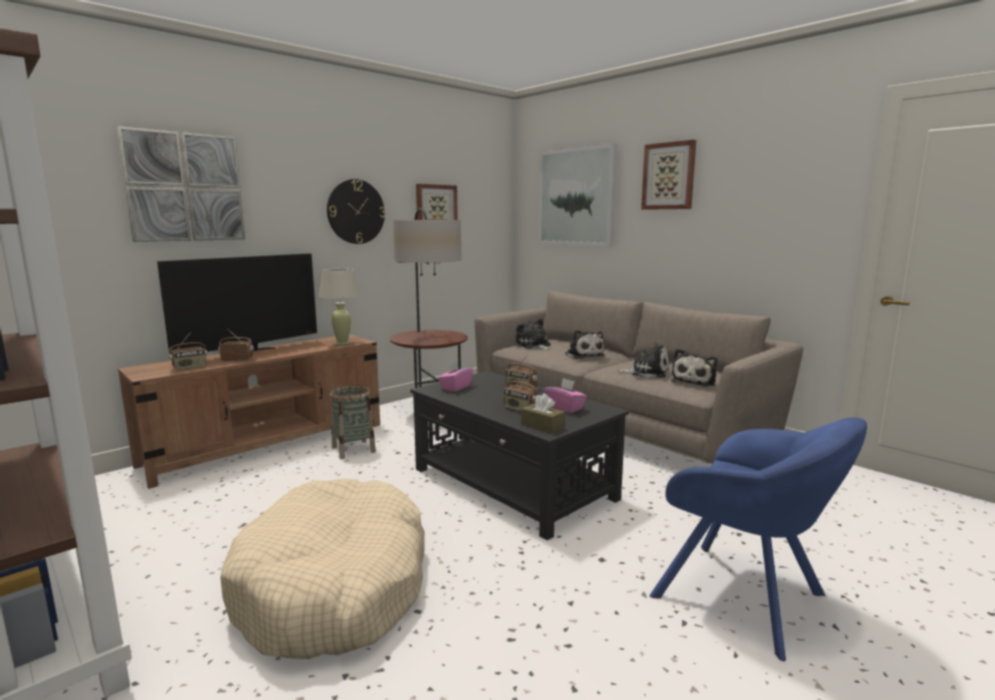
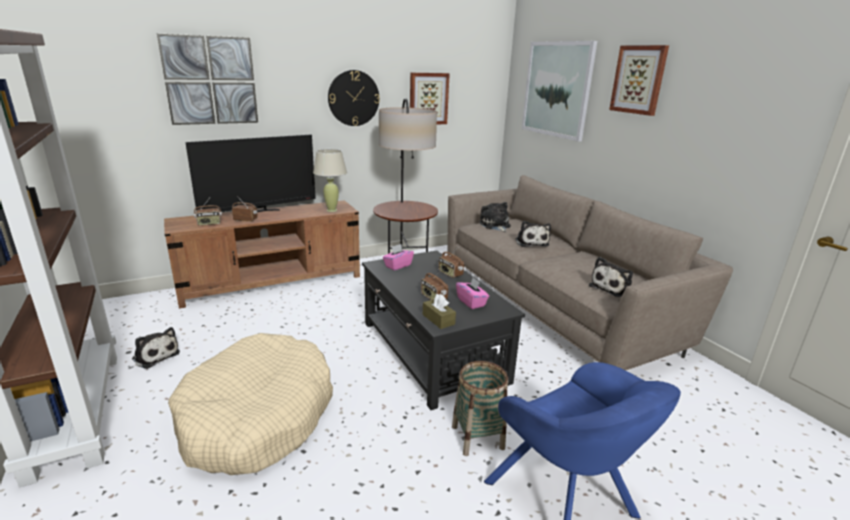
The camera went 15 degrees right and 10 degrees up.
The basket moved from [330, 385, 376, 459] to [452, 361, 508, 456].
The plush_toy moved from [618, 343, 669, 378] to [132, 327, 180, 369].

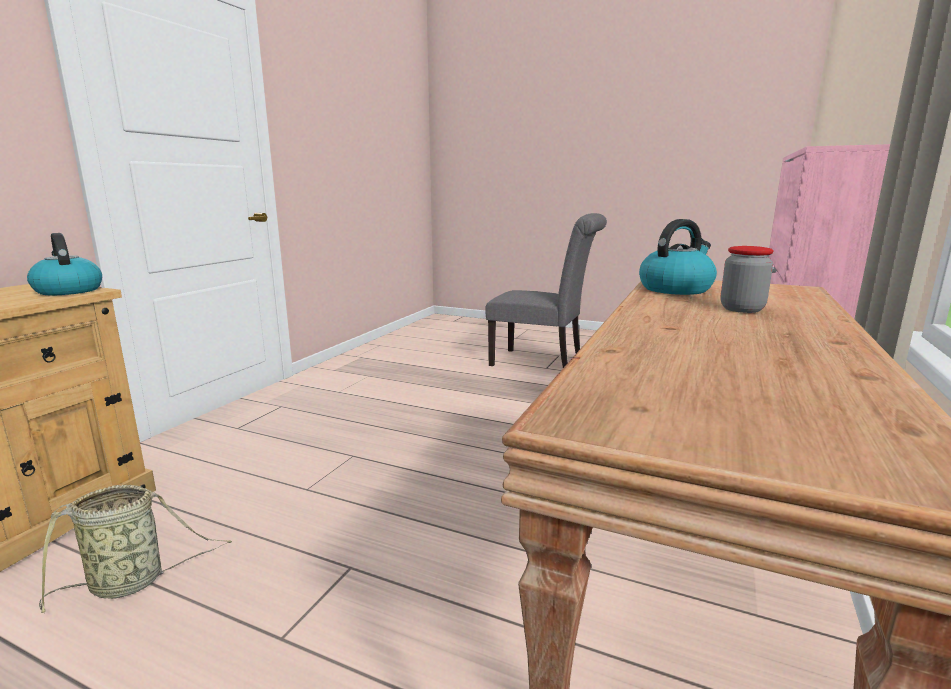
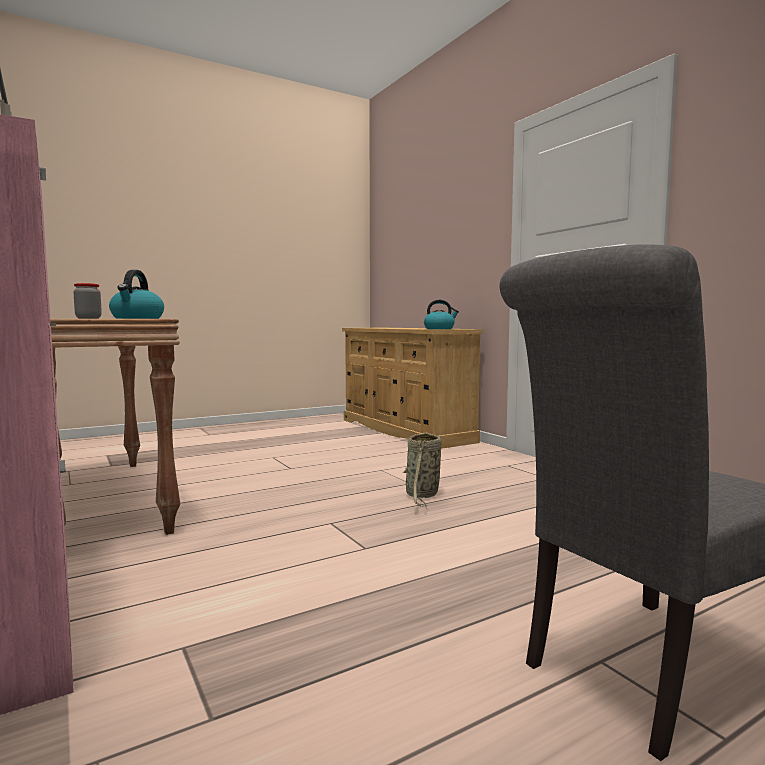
The camera went 125 degrees right and 10 degrees down.
The basket moved from [39, 485, 232, 613] to [402, 432, 442, 508].

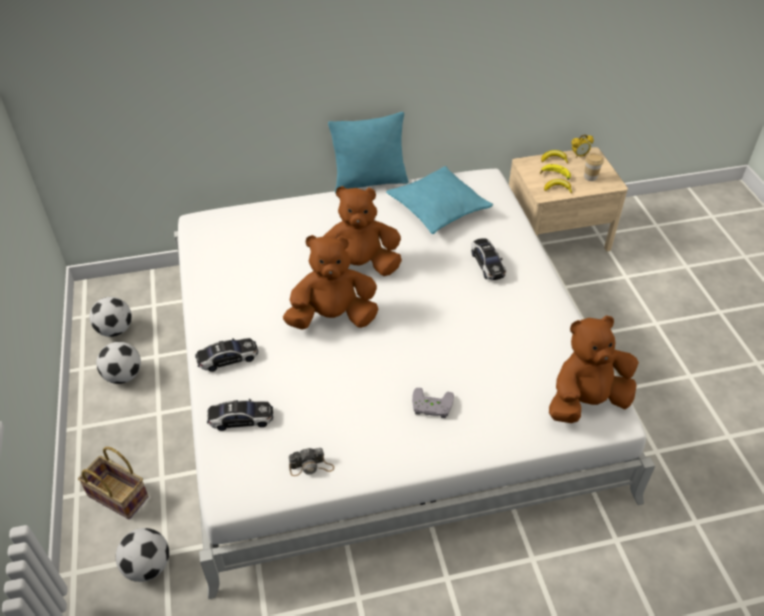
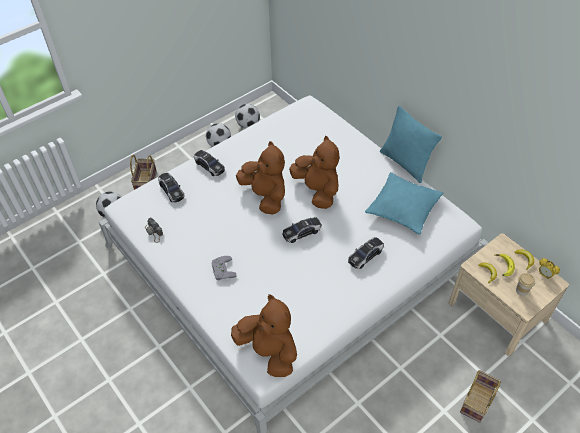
The camera went 65 degrees right and 5 degrees up.
The toy_car at [282, 217, 322, 243] appeared.
The basket at [460, 370, 501, 423] appeared.

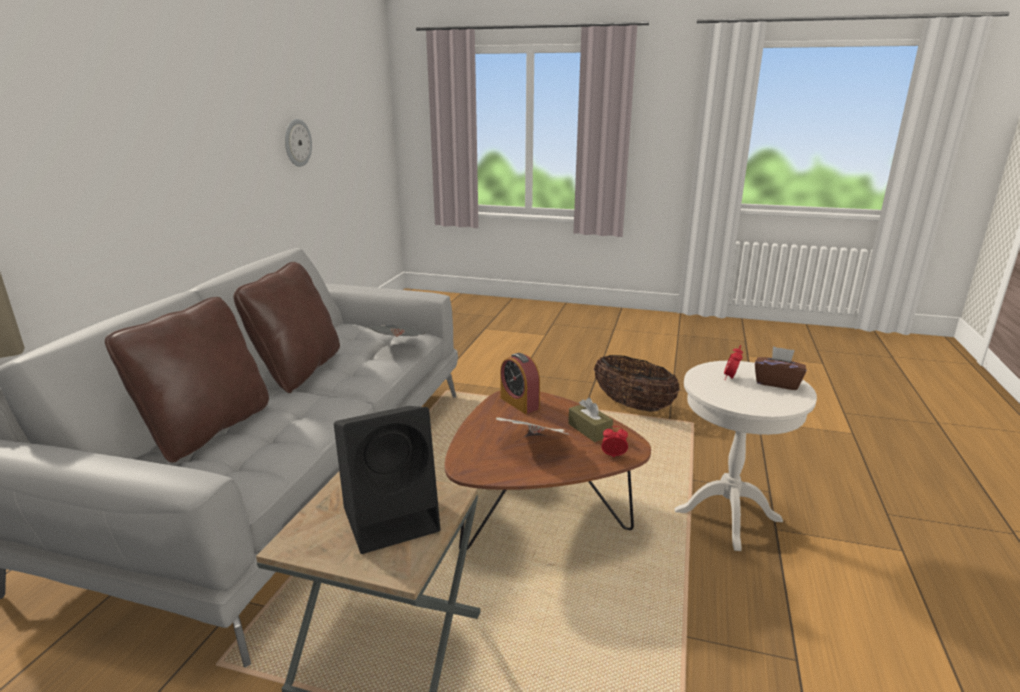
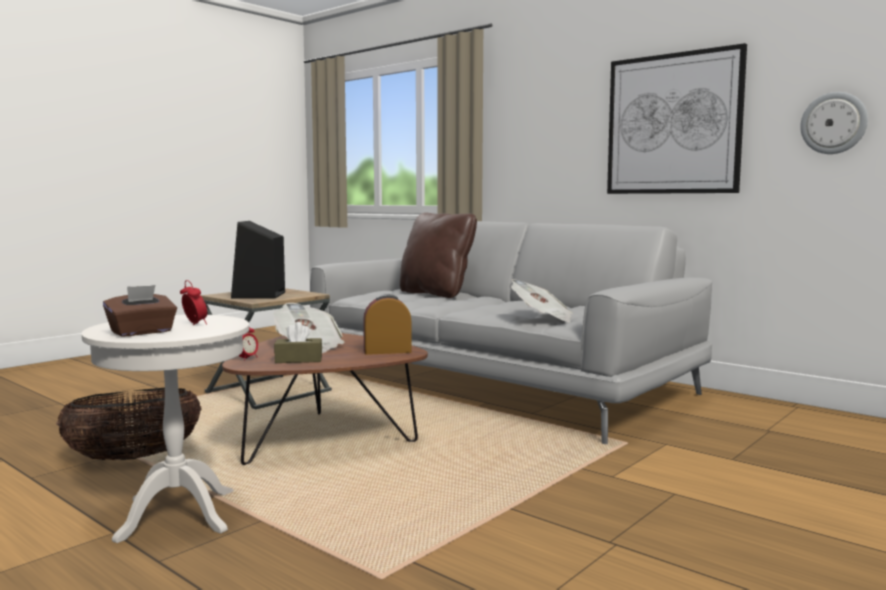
The camera went 115 degrees right and 15 degrees down.
The brown_pillow at [234, 262, 340, 393] disappeared.
The picture at [607, 43, 747, 194] appeared.
The basket moved from [594, 355, 680, 412] to [56, 388, 202, 460].

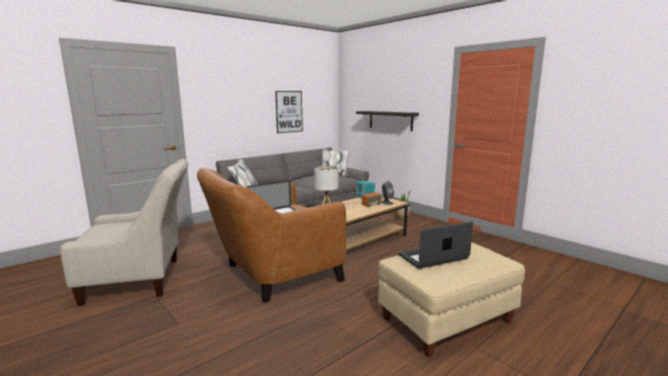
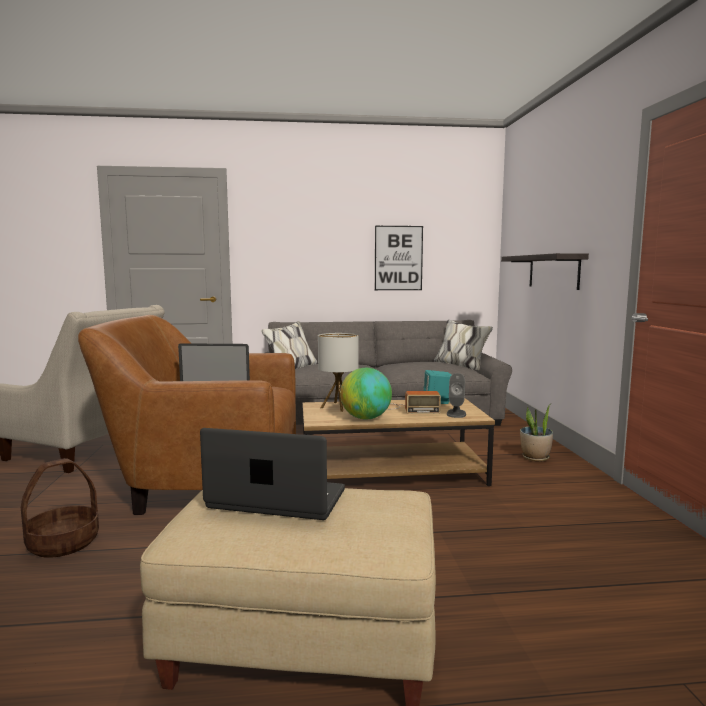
The camera went 35 degrees right and 5 degrees down.
The basket at [21, 458, 99, 558] appeared.
The globe at [340, 368, 392, 420] appeared.

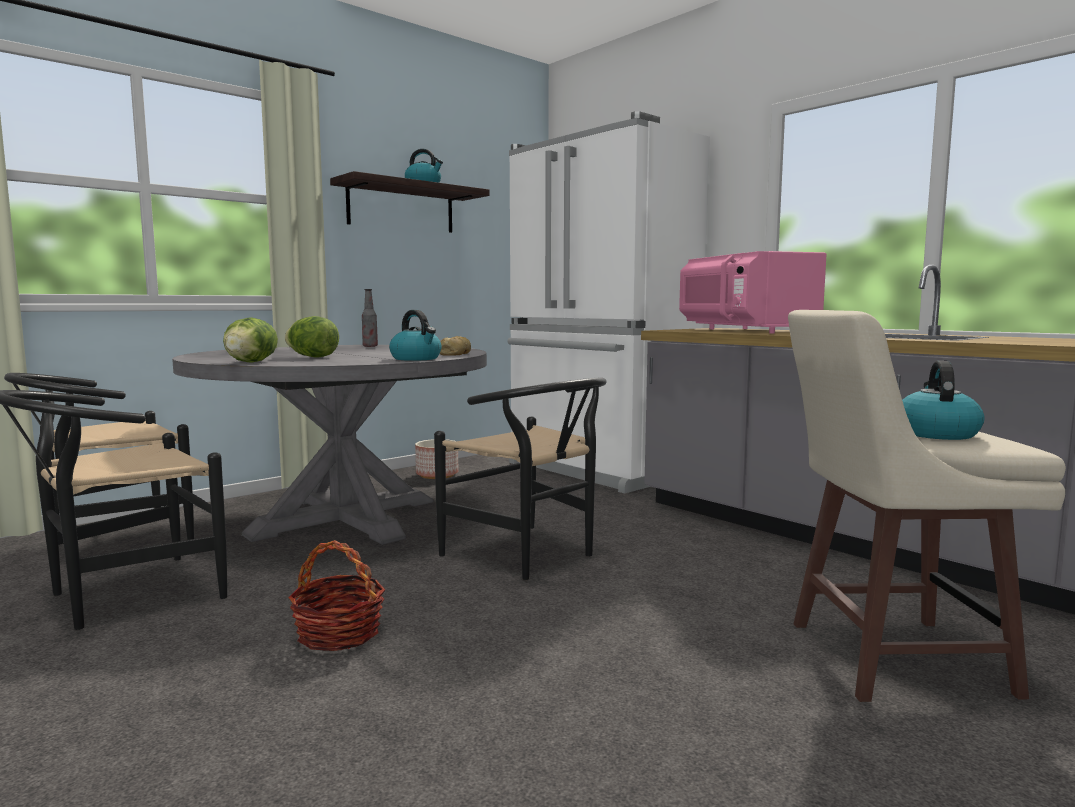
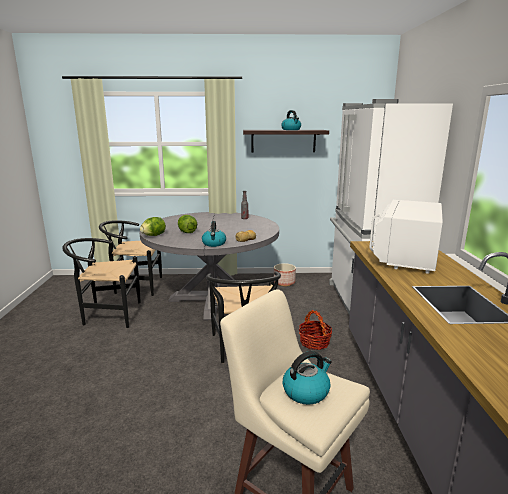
The camera went 40 degrees right and 10 degrees up.
The basket moved from [288, 540, 385, 651] to [299, 310, 332, 350].
The pink_microwave at [679, 251, 827, 334] became the white_microwave at [369, 200, 443, 274].

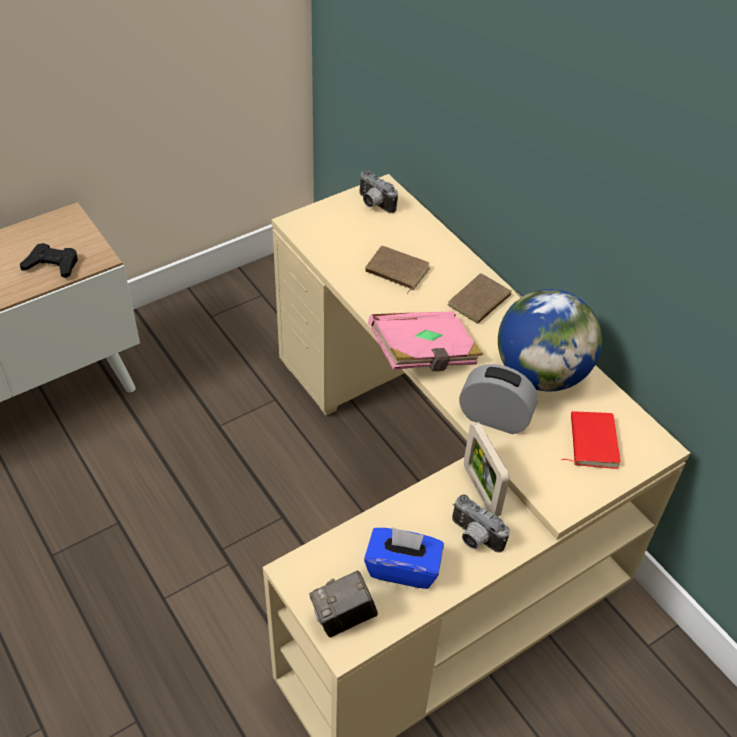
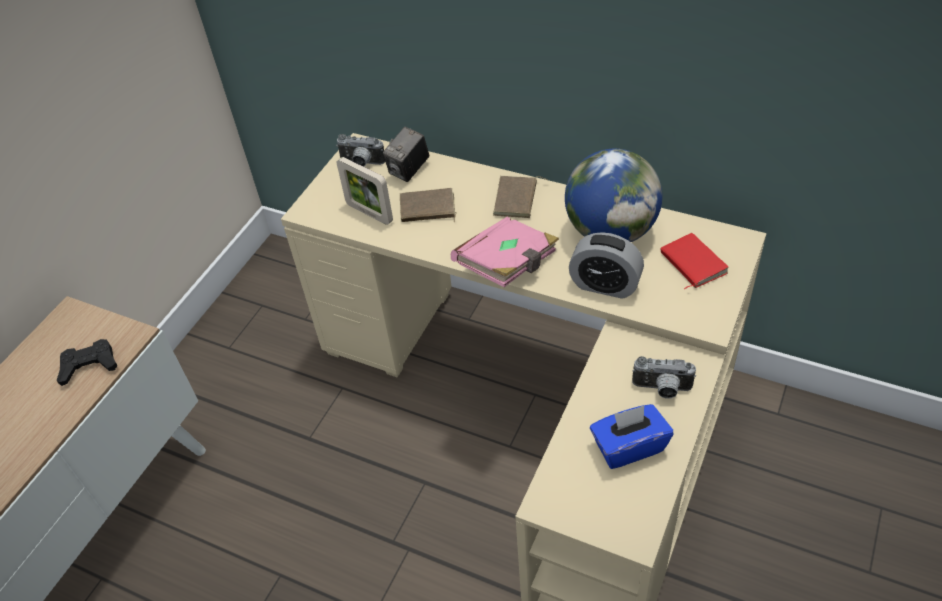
The camera went 25 degrees left and 0 degrees up.
The photo_camera moved from [309, 571, 378, 637] to [383, 127, 429, 182].
The picture_frame moved from [464, 422, 509, 516] to [337, 157, 393, 225].
The alarm_clock at [459, 364, 538, 434] turned 150 degrees counterclockwise.

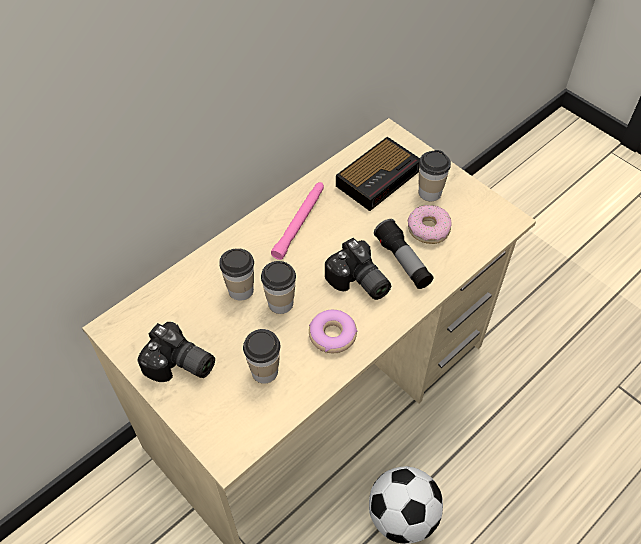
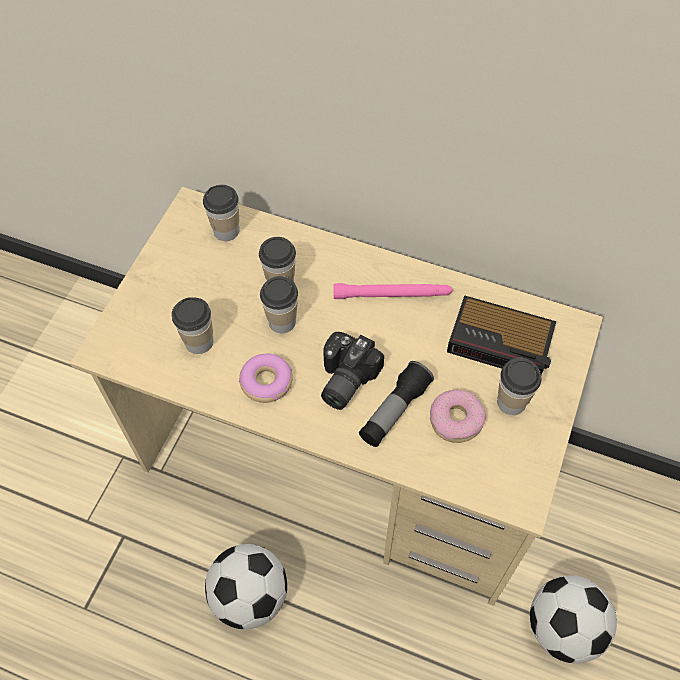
The camera went 65 degrees right and 5 degrees up.
The photo_camera at [137, 322, 215, 382] disappeared.
The cup at [203, 185, 239, 241] appeared.
The football at [530, 575, 617, 664] appeared.

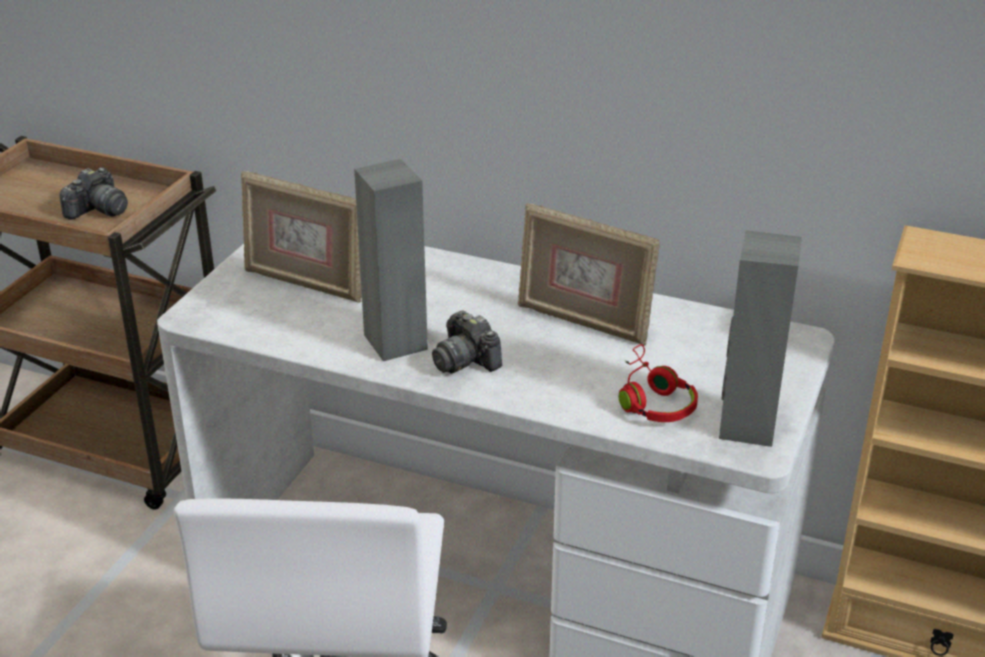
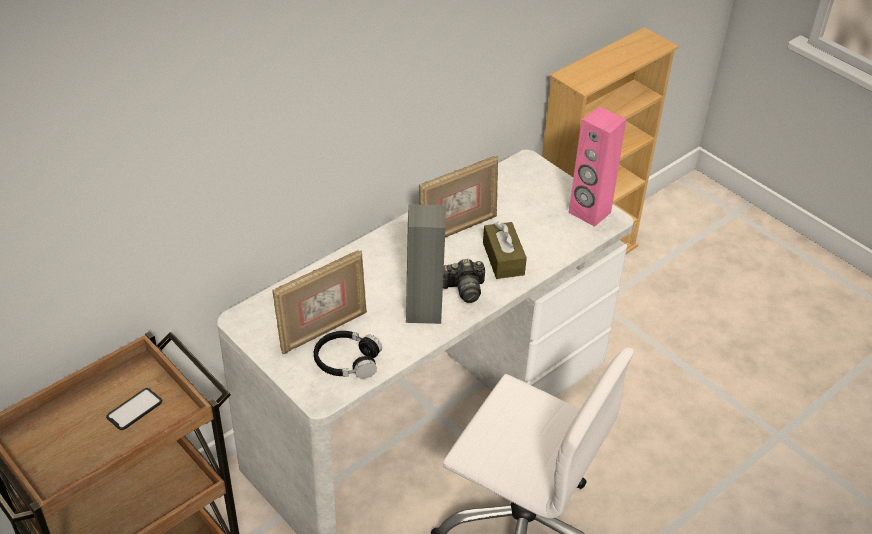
The camera went 65 degrees left and 10 degrees up.
The red_headphones at [619, 344, 698, 422] disappeared.
The black_headphones at [314, 331, 382, 379] appeared.
The brown_tissue_box at [483, 222, 527, 279] appeared.
The photo_camera at [60, 167, 128, 220] was replaced by the phone at [106, 388, 162, 430].
The grey_speaker at [719, 230, 802, 447] became the pink_speaker at [568, 106, 626, 227].

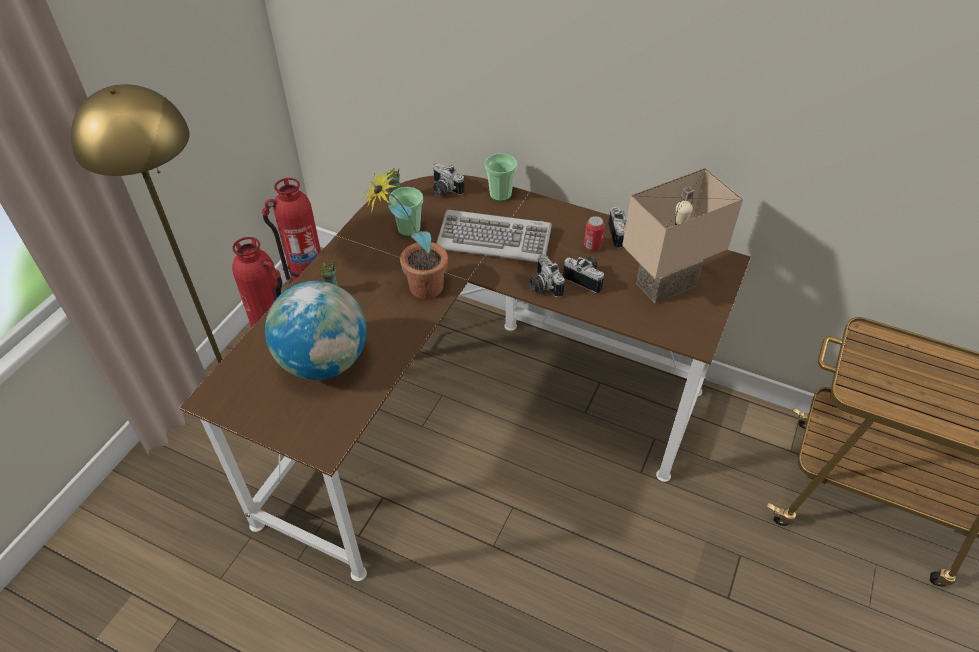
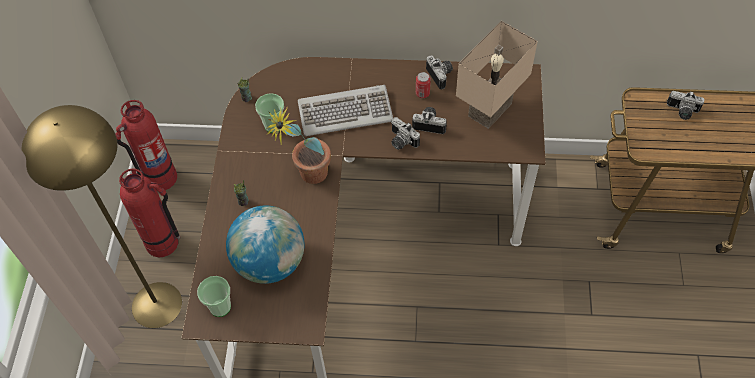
The camera went 20 degrees left and 10 degrees up.
The photo_camera moved from [432, 163, 464, 196] to [667, 91, 705, 120].
The cup moved from [485, 153, 517, 202] to [197, 276, 231, 317].

